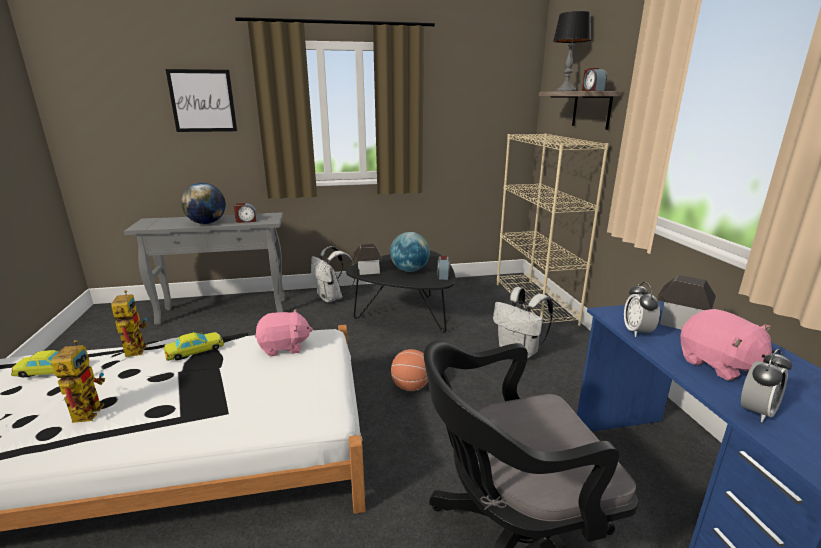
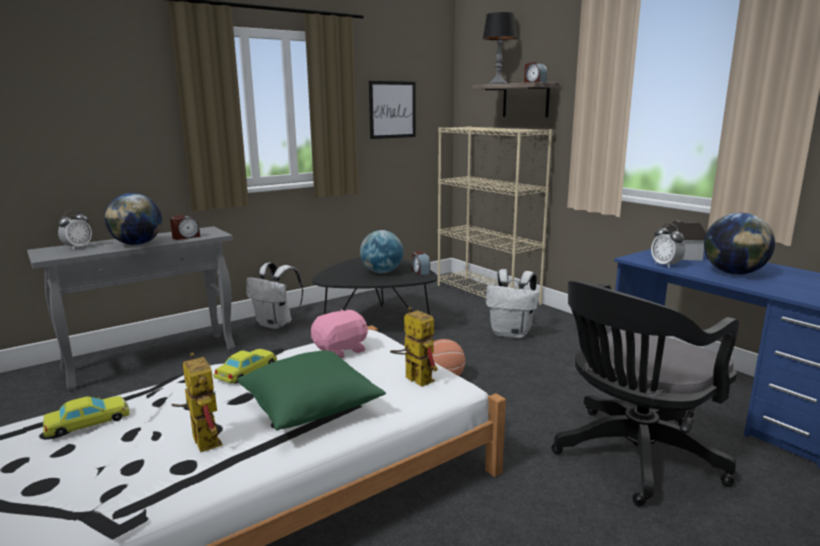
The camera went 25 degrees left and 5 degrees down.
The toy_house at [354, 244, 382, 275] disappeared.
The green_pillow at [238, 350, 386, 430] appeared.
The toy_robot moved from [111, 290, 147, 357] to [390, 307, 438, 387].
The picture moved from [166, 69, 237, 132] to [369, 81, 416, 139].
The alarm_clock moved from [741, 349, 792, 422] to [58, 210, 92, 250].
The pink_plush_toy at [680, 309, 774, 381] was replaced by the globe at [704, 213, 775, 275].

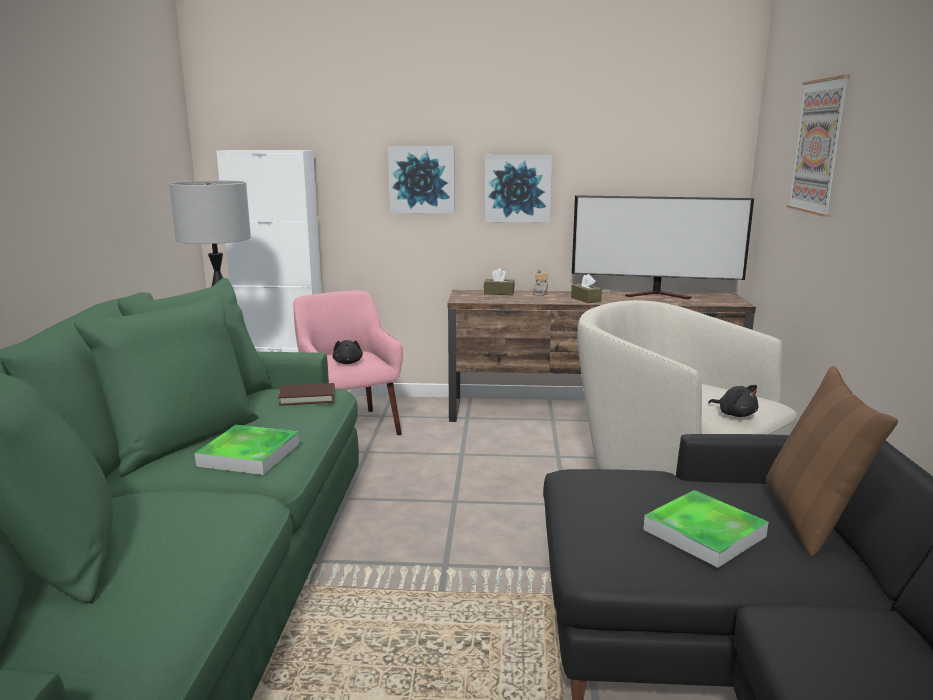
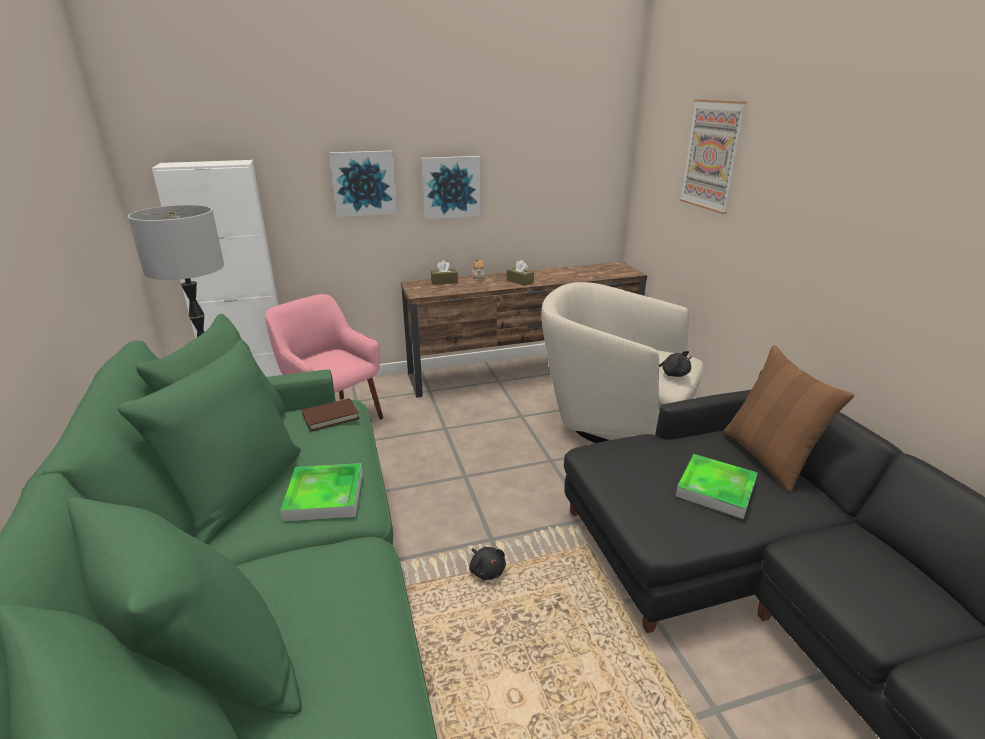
The camera went 20 degrees left and 10 degrees up.
The television at [572, 195, 754, 299] disappeared.
The black_plush_toy moved from [333, 340, 363, 364] to [469, 547, 506, 580].

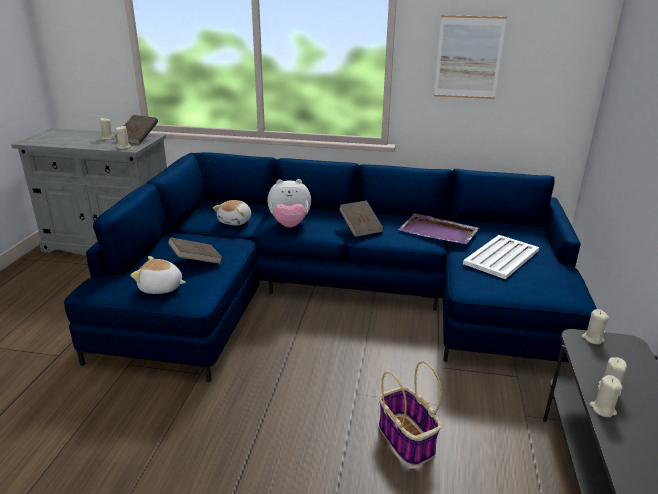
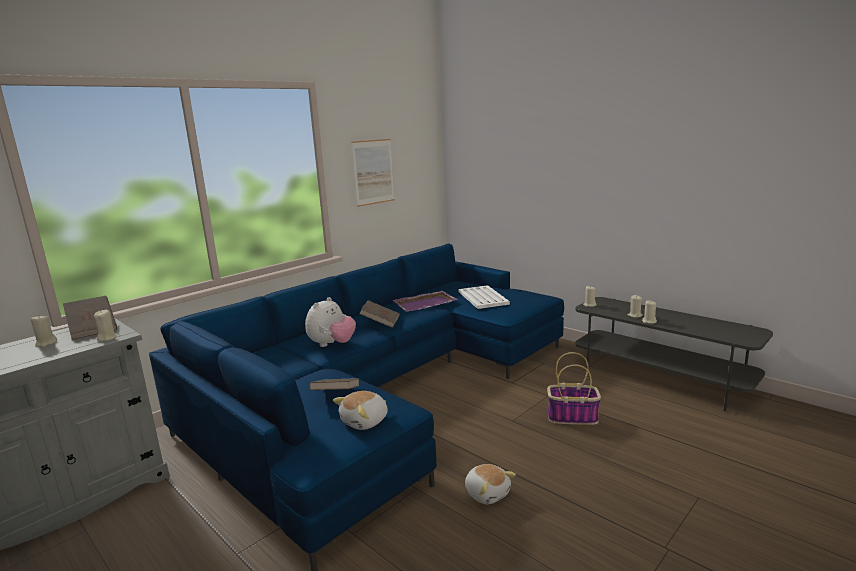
The camera went 55 degrees left and 10 degrees down.
The plush_toy moved from [213, 200, 251, 226] to [465, 464, 516, 504].

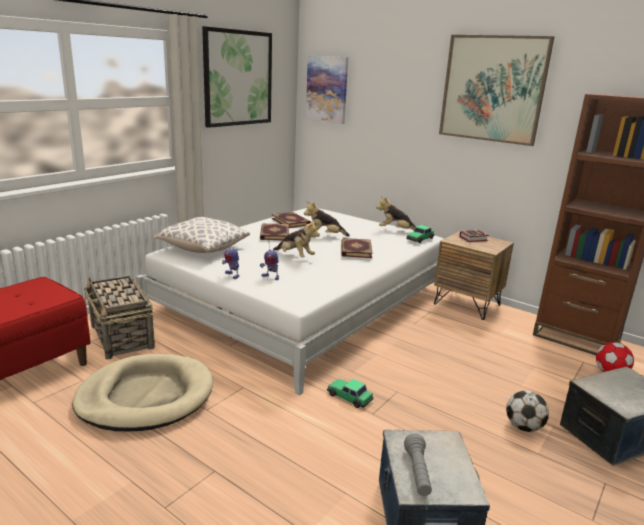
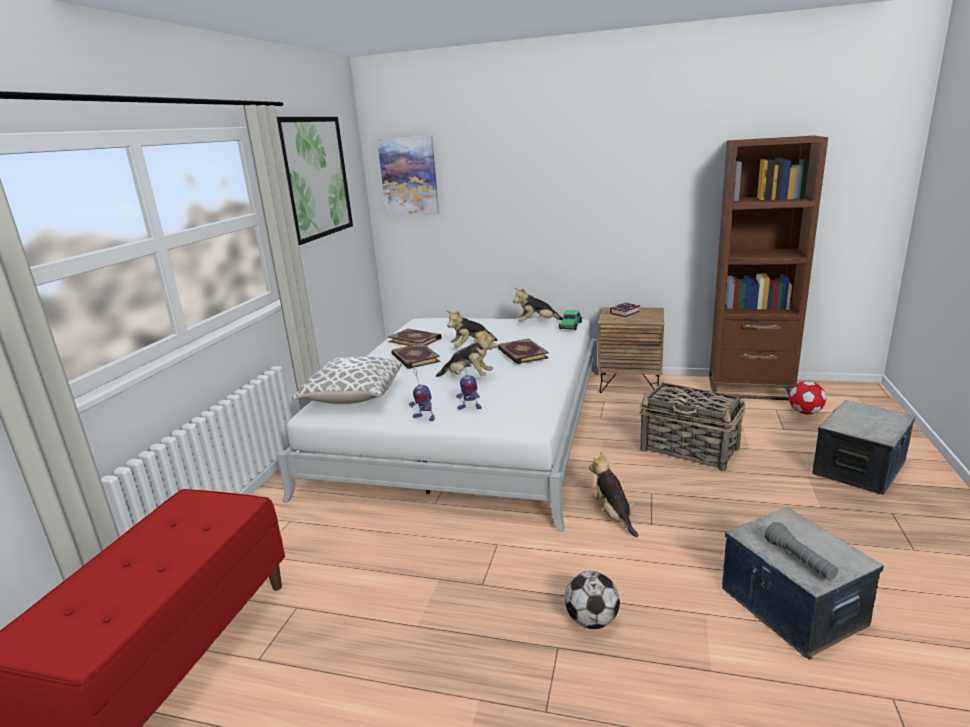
The camera went 20 degrees left and 0 degrees up.
The beige_dog_bed at [72, 354, 213, 431] disappeared.
The picture at [439, 35, 554, 146] disappeared.
The basket moved from [84, 276, 155, 359] to [639, 383, 746, 472].
The football moved from [506, 390, 549, 432] to [564, 571, 620, 629].
The toy_car at [327, 379, 373, 408] was replaced by the plush_toy at [589, 452, 638, 537].

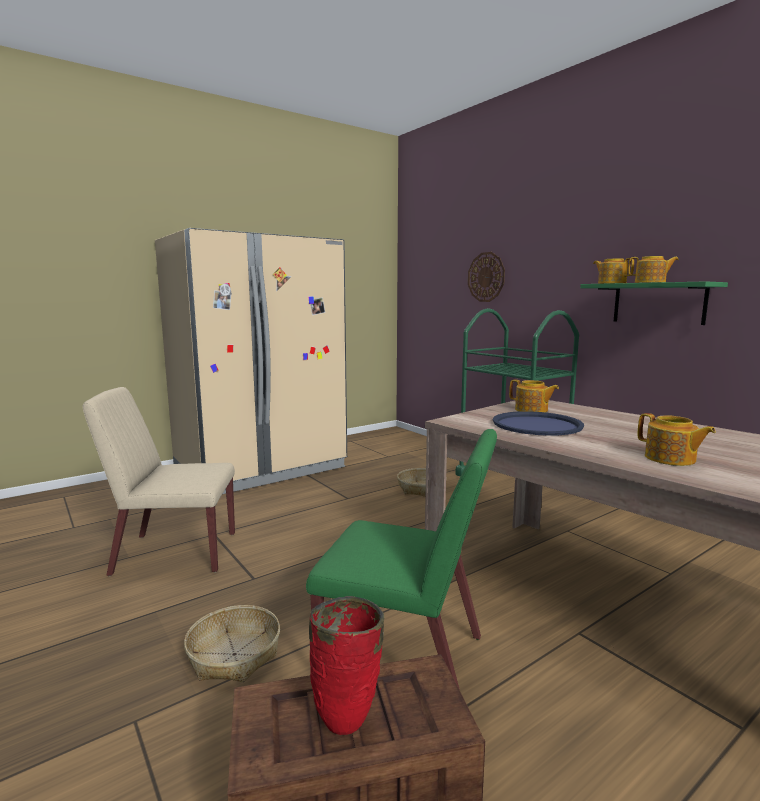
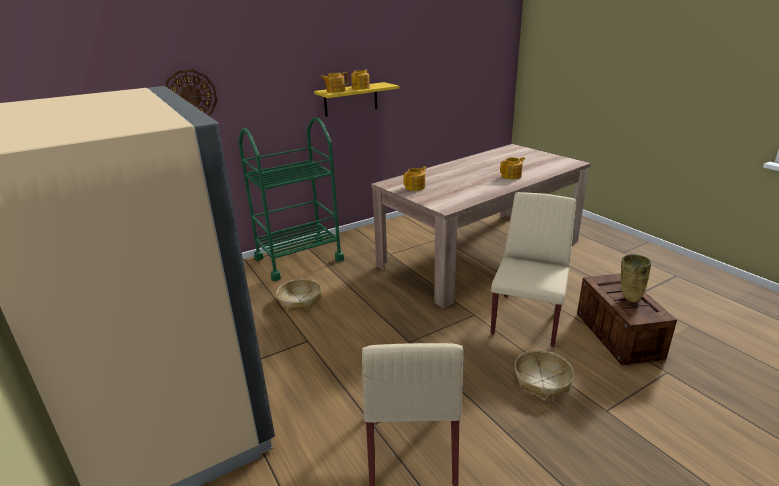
The camera went 85 degrees left and 15 degrees up.
The blue_tray at [493, 411, 584, 436] disappeared.
The green_chair at [306, 429, 497, 690] became the beige_chair at [491, 192, 576, 347].
The red_vase at [309, 596, 385, 735] became the beige_vase at [621, 254, 651, 302].
The green_shelf at [580, 281, 728, 325] became the yellow_shelf at [314, 82, 399, 117].

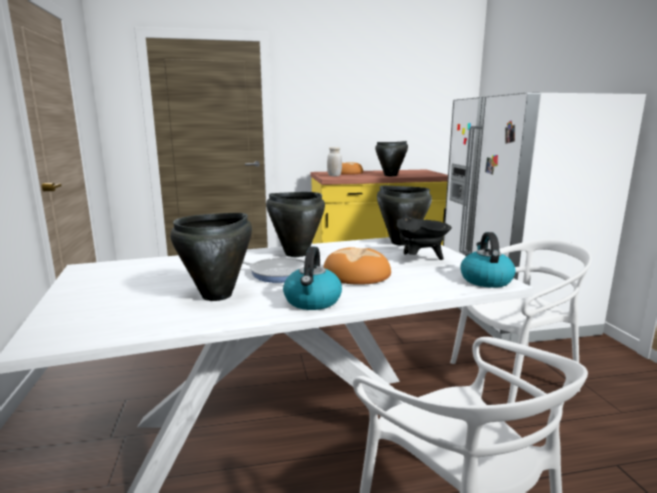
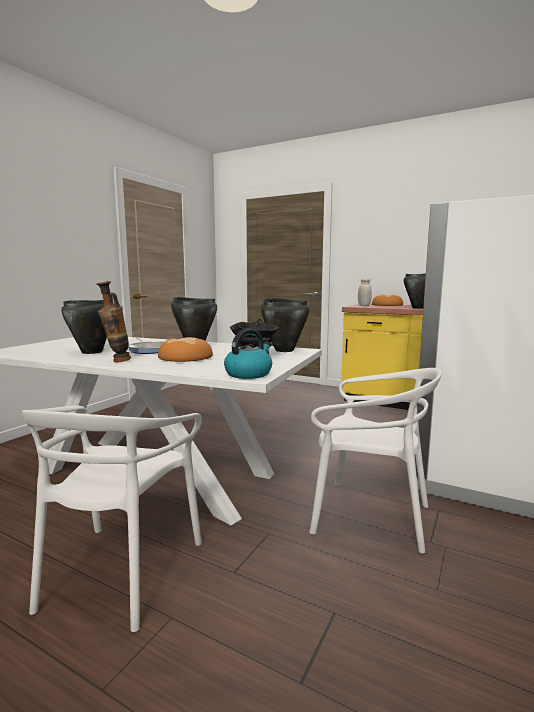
The camera went 40 degrees right and 5 degrees down.
The kettle at [283, 247, 342, 310] was replaced by the vase at [96, 281, 131, 362].

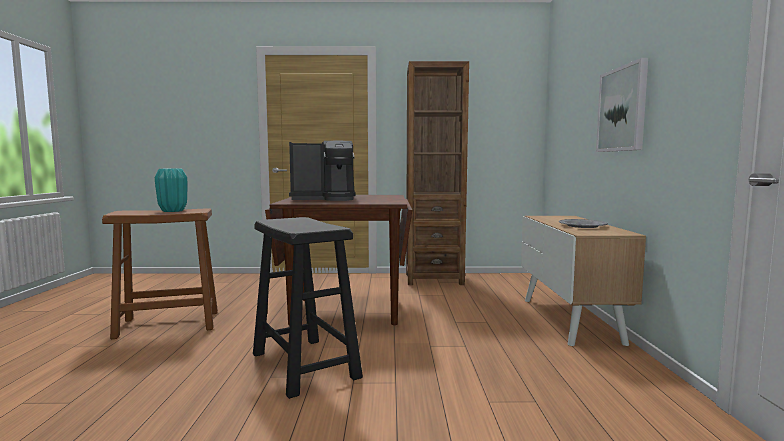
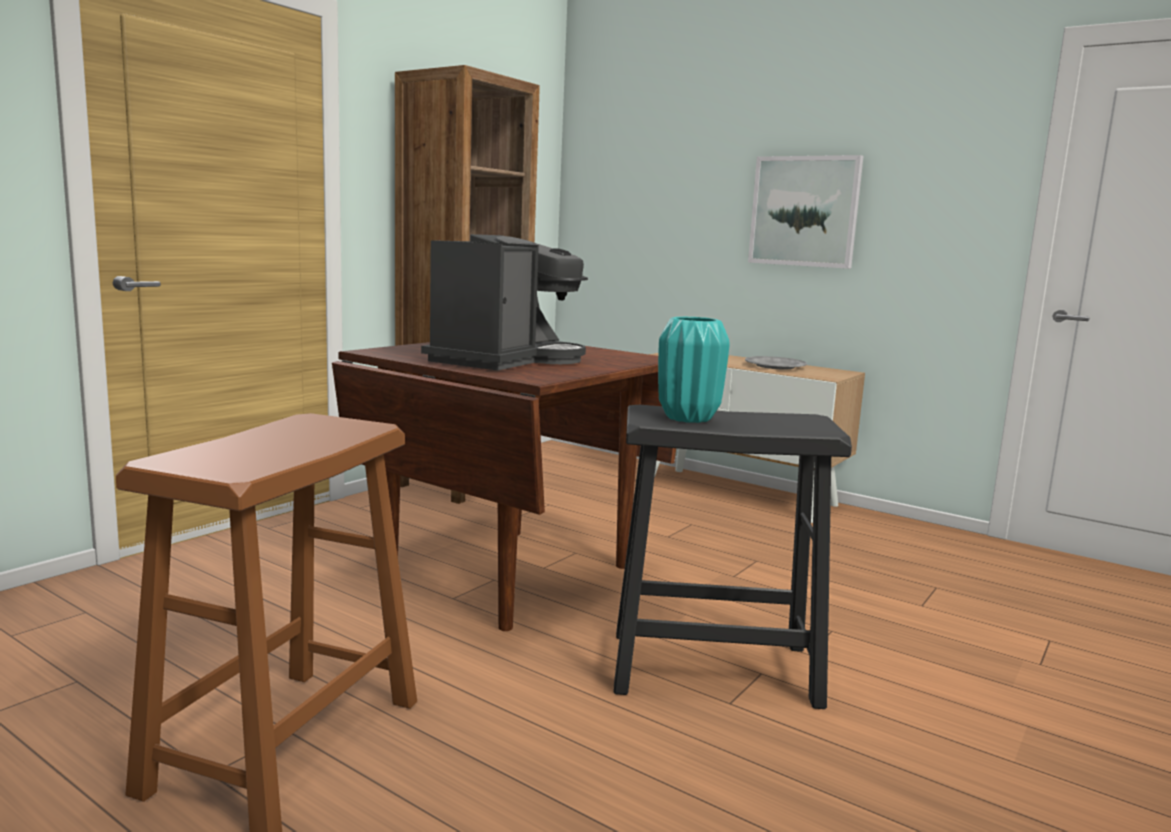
The camera went 55 degrees left and 5 degrees up.
The turquoise_vase moved from [155, 169, 187, 212] to [658, 316, 730, 423].

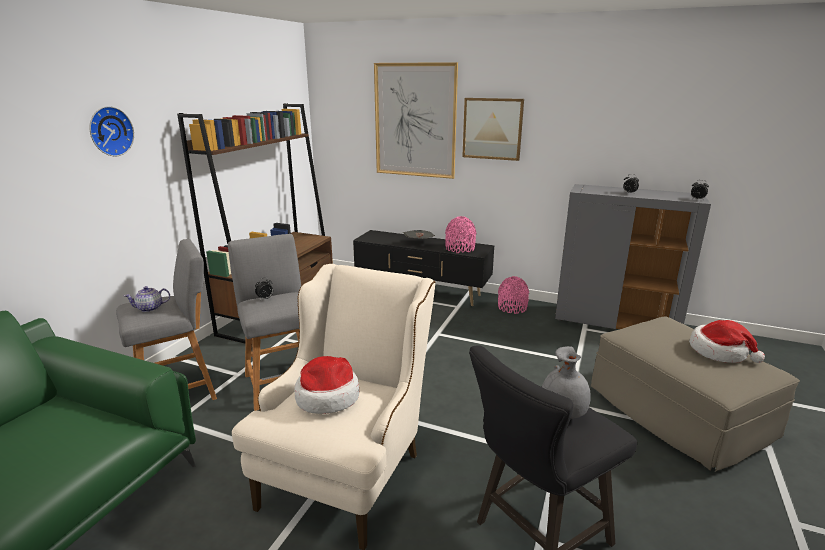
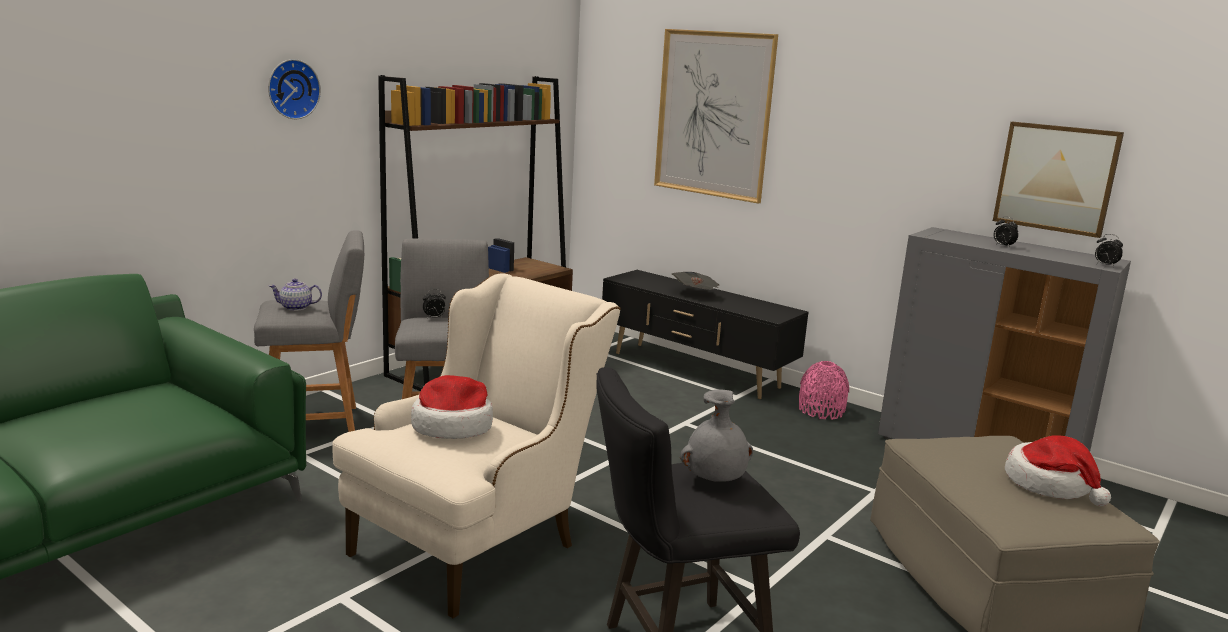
The camera went 15 degrees right and 5 degrees down.
The pink_vase at [445, 216, 476, 253] disappeared.
The picture moved from [462, 98, 524, 161] to [993, 122, 1124, 238].

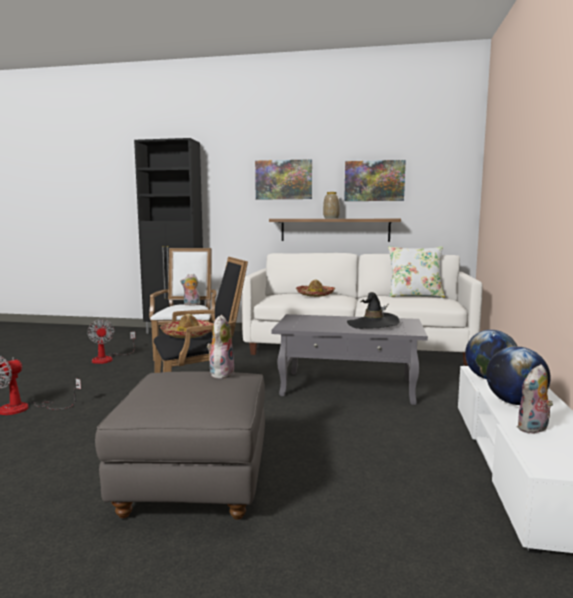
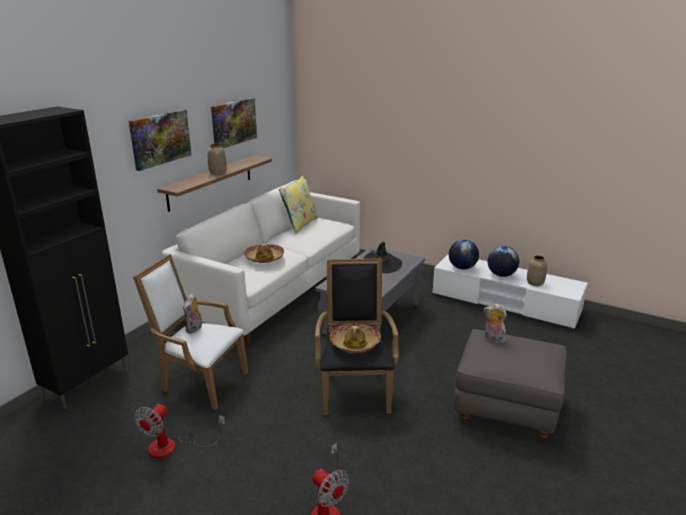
The camera went 70 degrees left and 15 degrees up.
The plush_toy at [517, 364, 553, 434] was replaced by the vase at [527, 255, 547, 286].
The white_pillow at [388, 246, 445, 298] became the yellow_pillow at [279, 176, 318, 234].
The fan at [87, 319, 135, 364] turned 120 degrees clockwise.

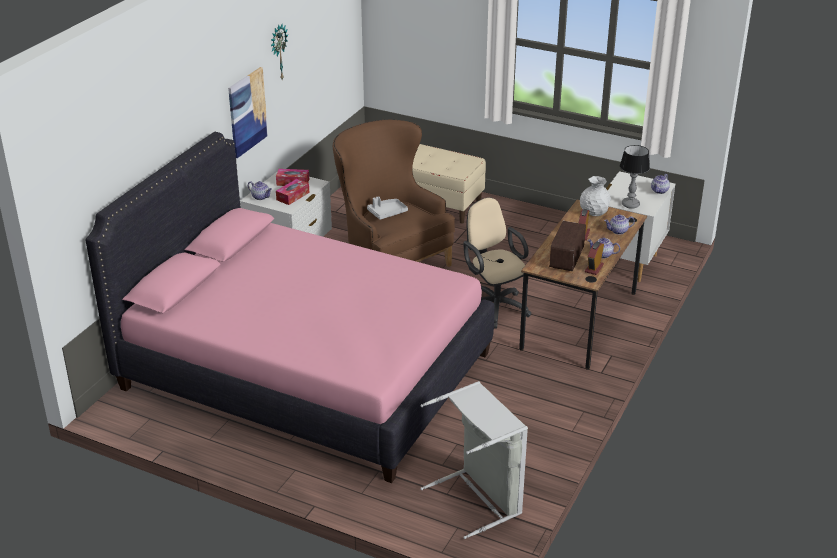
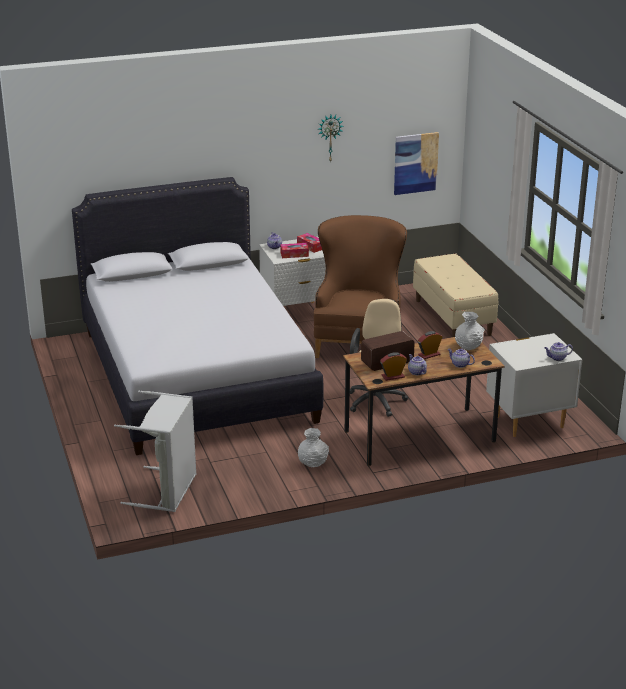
The camera went 45 degrees right and 5 degrees down.
The grey_tray at [367, 196, 408, 220] disappeared.
The table_lamp at [620, 145, 650, 209] disappeared.
The white_vase at [298, 428, 329, 467] appeared.
The picture moved from [228, 67, 268, 158] to [394, 132, 439, 195].
The pink_bed at [85, 132, 494, 483] became the white_bed at [72, 177, 324, 455].

